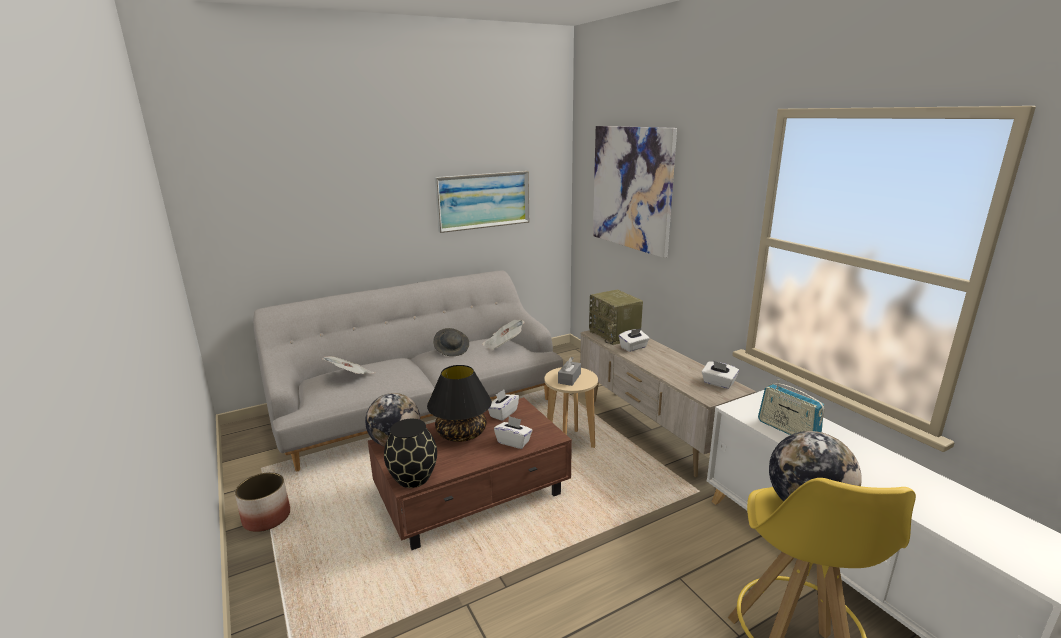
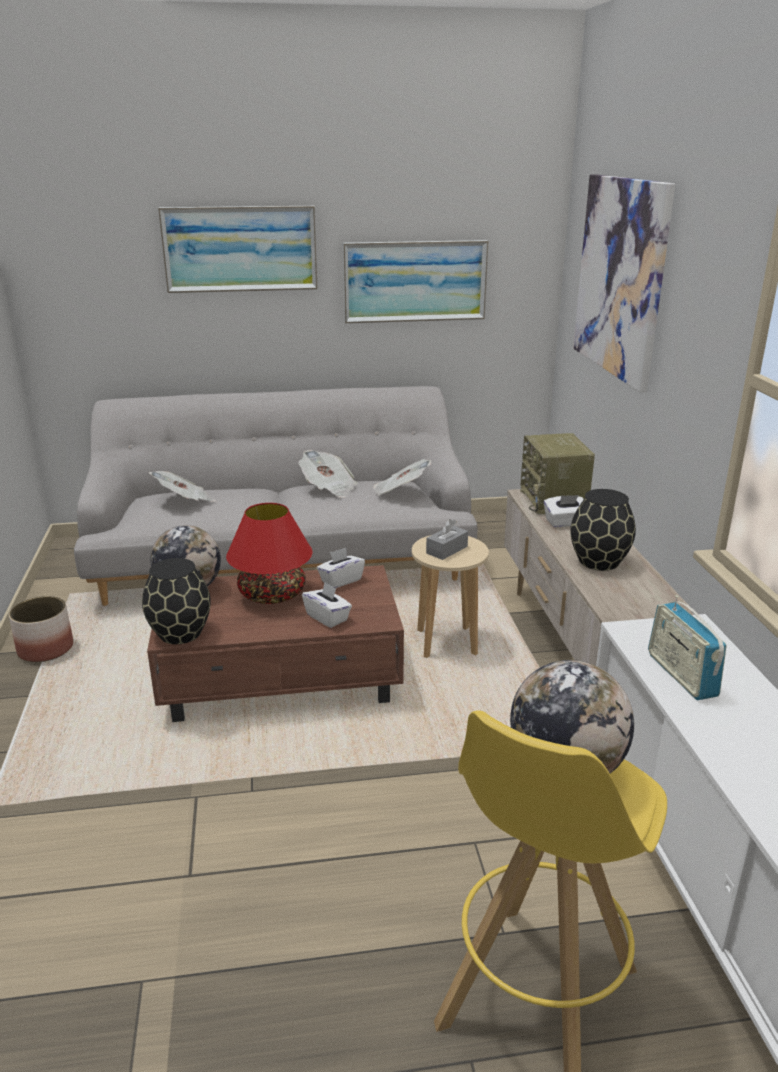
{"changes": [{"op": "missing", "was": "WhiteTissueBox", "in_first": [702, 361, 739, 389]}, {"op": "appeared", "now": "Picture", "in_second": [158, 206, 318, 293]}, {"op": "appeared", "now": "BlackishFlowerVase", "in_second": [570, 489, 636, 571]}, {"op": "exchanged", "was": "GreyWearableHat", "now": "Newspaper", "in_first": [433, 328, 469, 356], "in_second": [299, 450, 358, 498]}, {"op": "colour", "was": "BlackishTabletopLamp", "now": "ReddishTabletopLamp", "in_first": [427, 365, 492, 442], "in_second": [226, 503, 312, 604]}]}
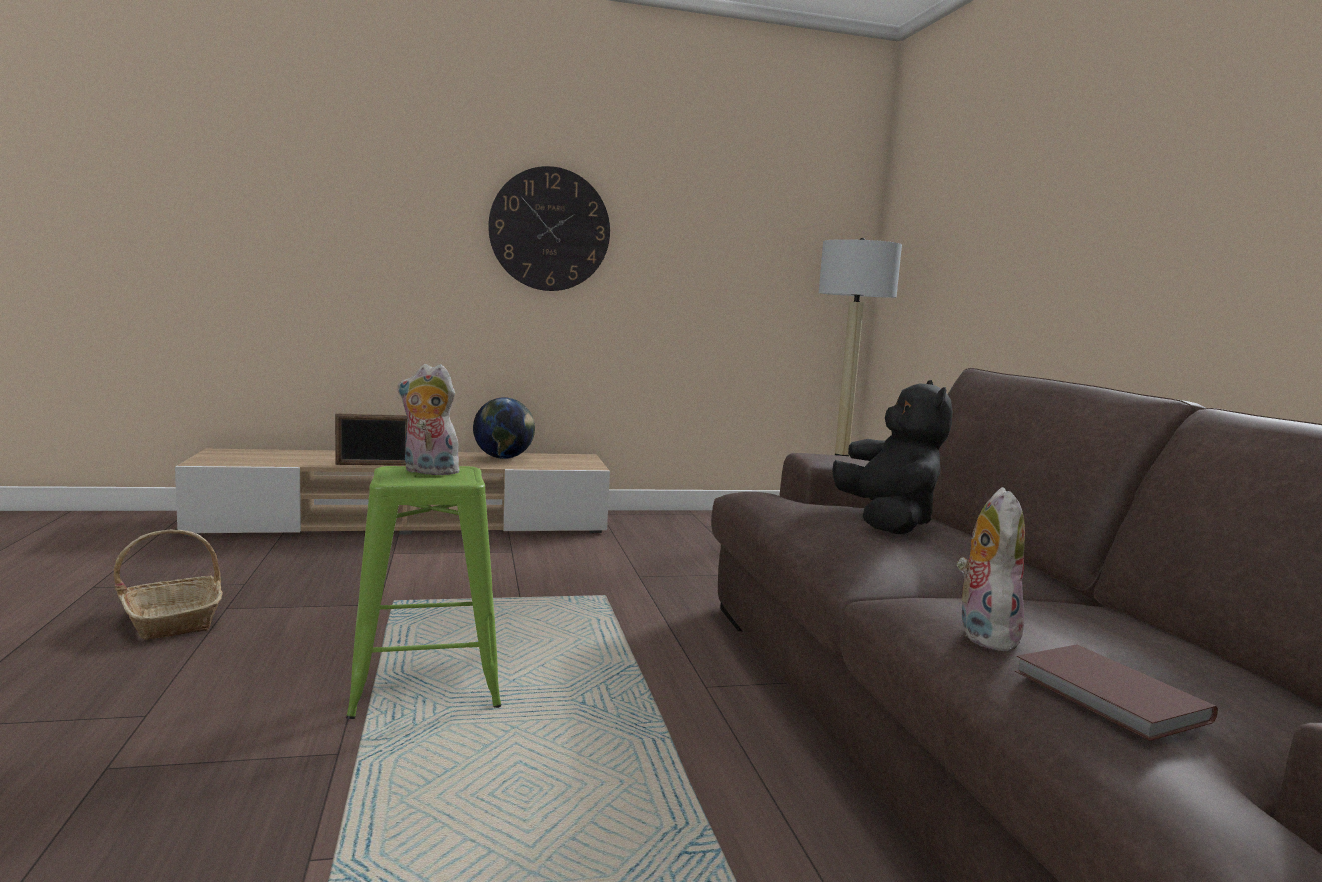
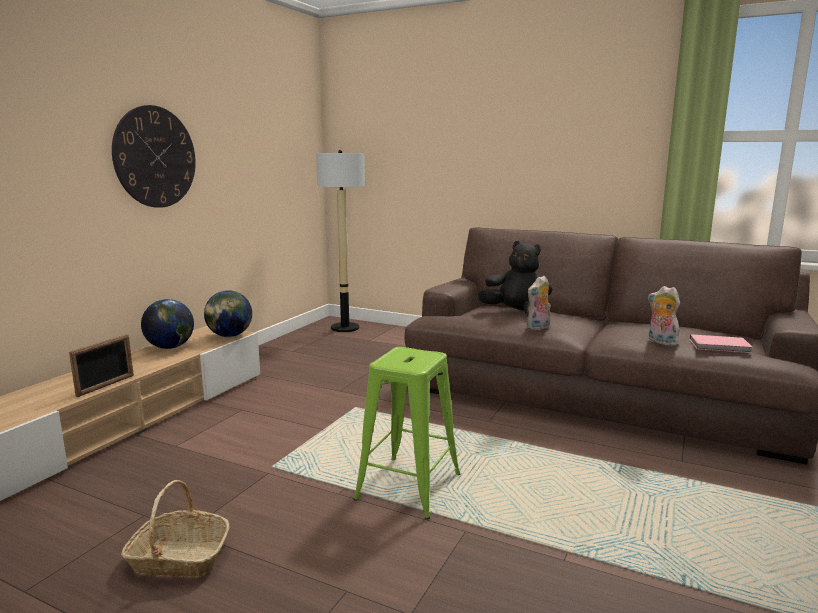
{"changes": [{"op": "appeared", "now": "Globe", "in_second": [204, 290, 252, 337]}, {"op": "relocated", "was": "SoftToy", "in_first": [398, 364, 464, 475], "in_second": [526, 276, 551, 330]}, {"op": "colour", "was": "BrownColouredVolume", "now": "PinkishVolume", "in_first": [1015, 644, 1218, 741], "in_second": [690, 334, 752, 353]}]}
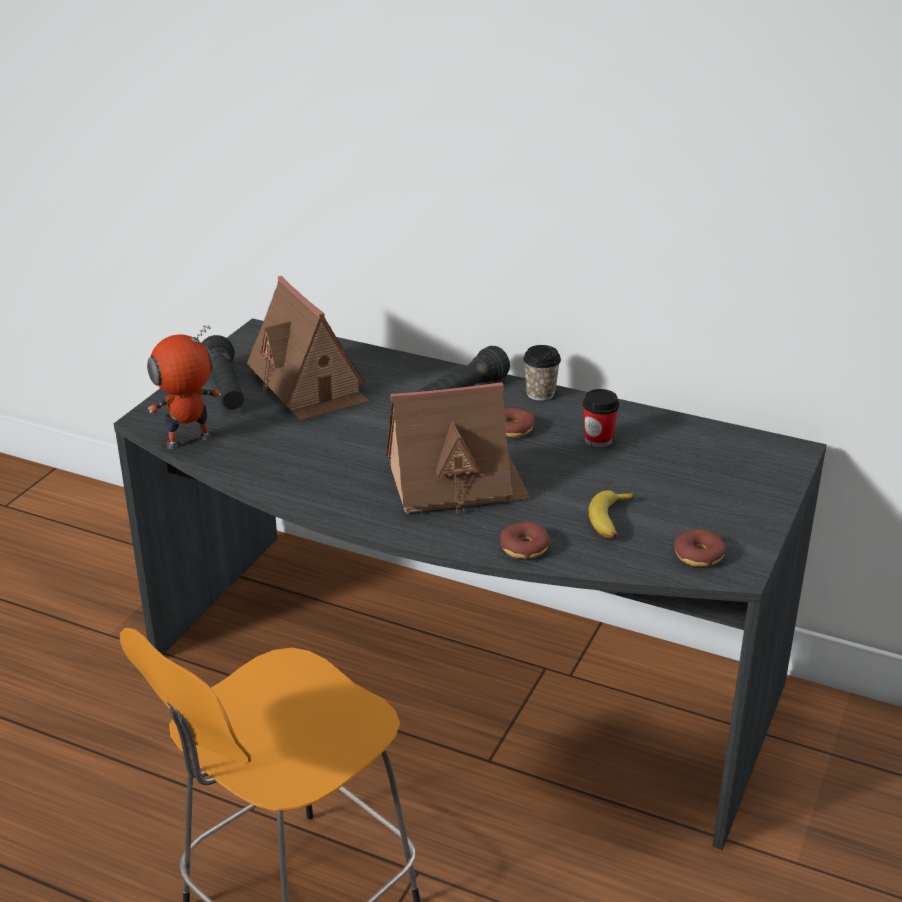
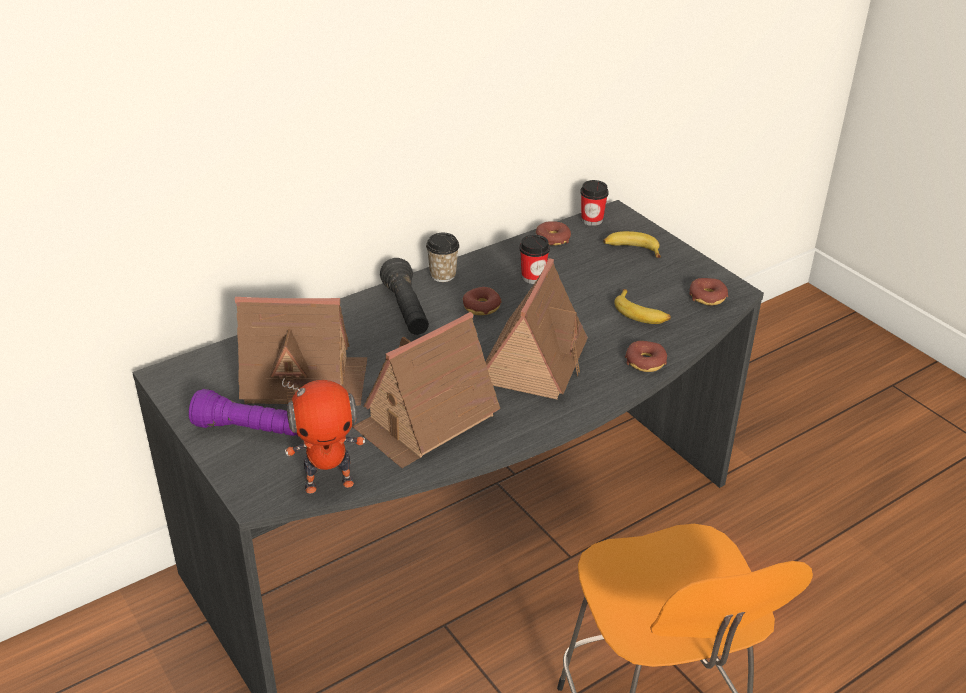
{"changes": [{"op": "appeared", "now": "ModelHouse", "in_second": [352, 312, 500, 468]}, {"op": "appeared", "now": "RingDoughnut", "in_second": [536, 221, 571, 245]}, {"op": "appeared", "now": "SmallCup", "in_second": [580, 180, 609, 226]}, {"op": "appeared", "now": "BananaFruit", "in_second": [603, 231, 661, 258]}, {"op": "colour", "was": "BlackishHandTorch", "now": "PurplishHandTorch", "in_first": [202, 335, 244, 409], "in_second": [189, 389, 299, 437]}, {"op": "spun", "was": "ModelRobot", "in_first": [147, 325, 221, 449], "in_second": [282, 378, 365, 494], "clockwise": -105}]}
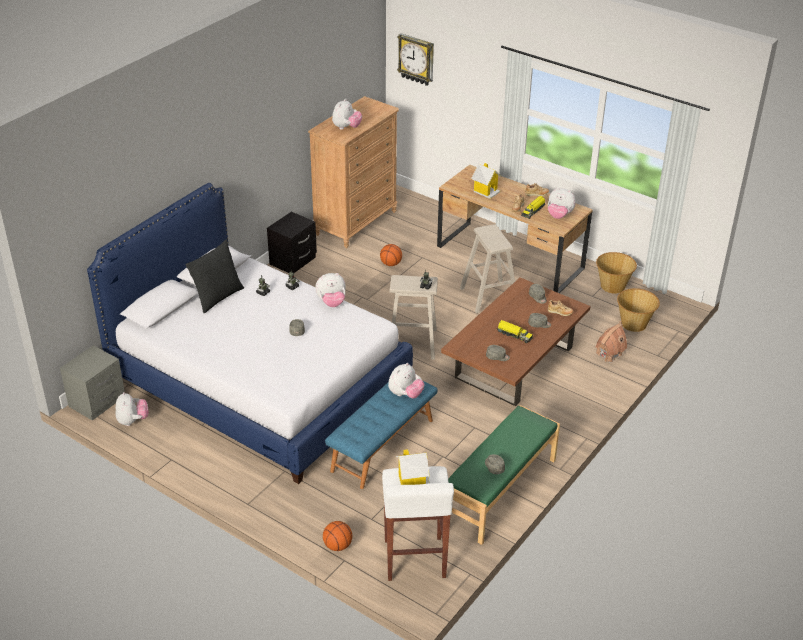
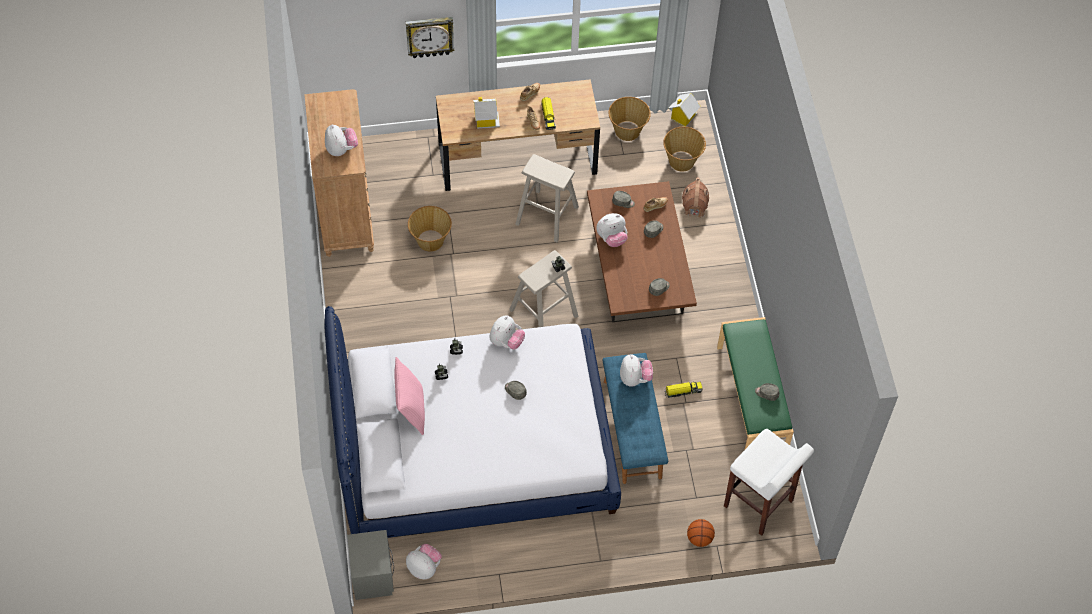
{"changes": [{"op": "missing", "was": "BlackishNightTable", "in_first": [267, 212, 317, 273]}, {"op": "relocated", "was": "ModelHouse", "in_first": [396, 449, 430, 485], "in_second": [669, 93, 701, 127]}, {"op": "relocated", "was": "ClockOnTheWall", "in_first": [397, 33, 434, 86], "in_second": [406, 17, 455, 58]}, {"op": "relocated", "was": "ModelTruck", "in_first": [498, 320, 533, 343], "in_second": [664, 382, 702, 398]}, {"op": "relocated", "was": "SoftToy", "in_first": [548, 188, 576, 219], "in_second": [596, 213, 628, 247]}, {"op": "exchanged", "was": "BasketballBall", "now": "Basket", "in_first": [380, 244, 402, 266], "in_second": [408, 206, 452, 252]}, {"op": "colour", "was": "BlackishCushion", "now": "PinkishCushion", "in_first": [186, 239, 244, 313], "in_second": [394, 357, 425, 435]}]}
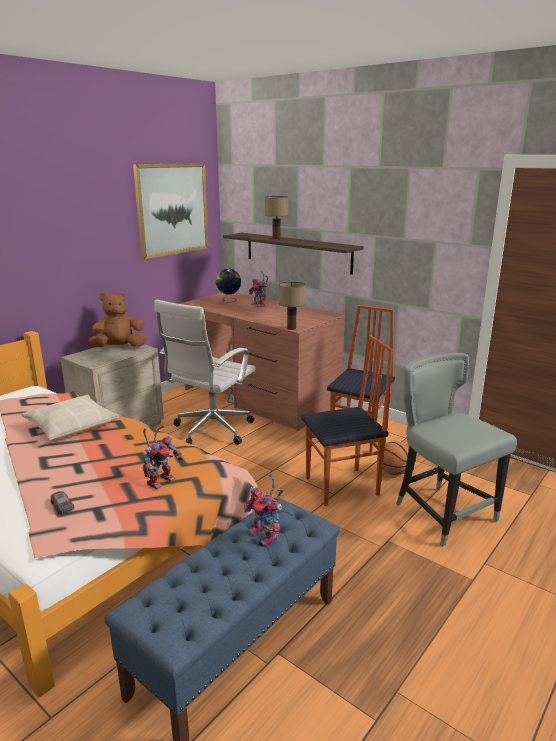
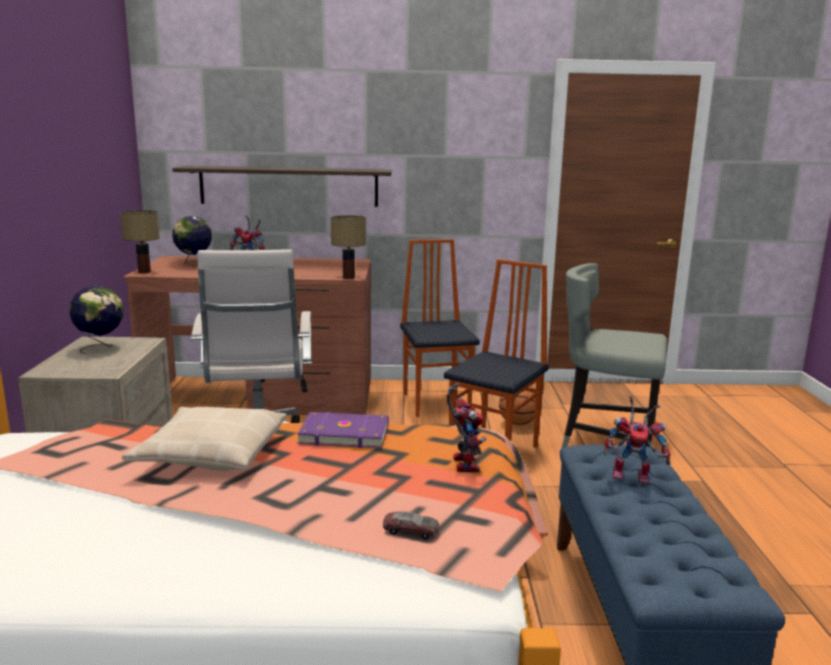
{"changes": [{"op": "missing", "was": "Picture", "in_first": [133, 163, 209, 259]}, {"op": "appeared", "now": "PurplishVolume", "in_second": [297, 412, 389, 448]}, {"op": "relocated", "was": "TabletopLamp", "in_first": [265, 196, 288, 239], "in_second": [120, 210, 160, 273]}, {"op": "exchanged", "was": "BrownColouredSoftToy", "now": "Globe", "in_first": [88, 293, 147, 347], "in_second": [69, 286, 124, 354]}]}
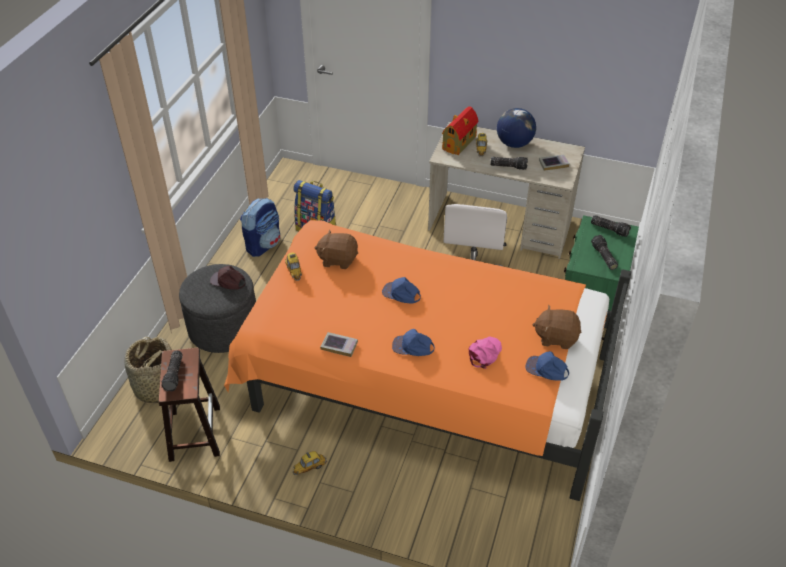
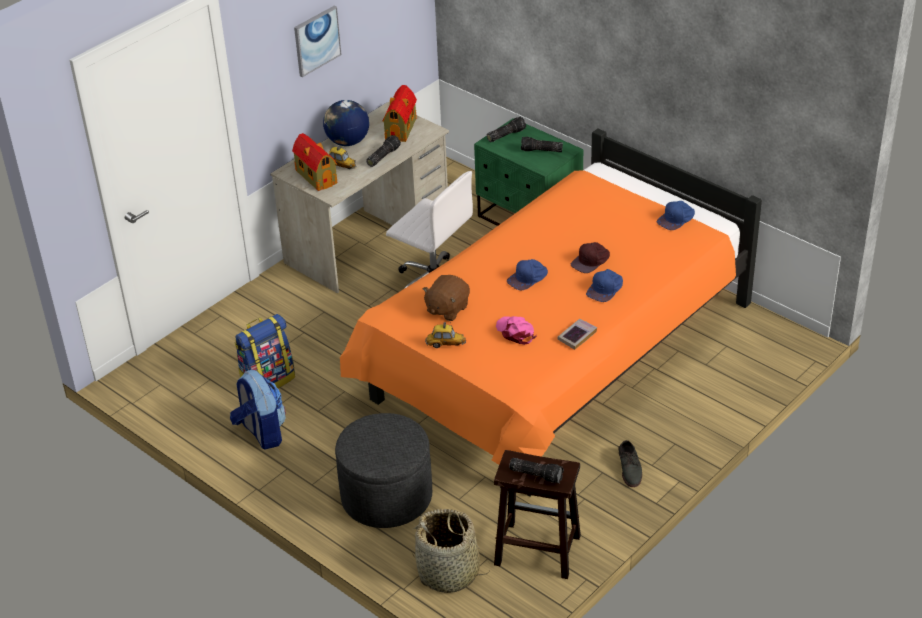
{"changes": [{"op": "missing", "was": "BrownColouredSoftToy", "in_first": [532, 305, 581, 349]}, {"op": "appeared", "now": "Picture", "in_second": [294, 6, 342, 77]}, {"op": "relocated", "was": "BrownColouredCap", "in_first": [210, 266, 245, 289], "in_second": [571, 242, 610, 273]}, {"op": "relocated", "was": "PinkishCap", "in_first": [469, 336, 502, 369], "in_second": [496, 316, 537, 345]}, {"op": "exchanged", "was": "ToyCar", "now": "GreyShoe", "in_first": [293, 451, 327, 475], "in_second": [619, 440, 642, 487]}, {"op": "exchanged", "was": "Volume", "now": "ModelHouse", "in_first": [539, 155, 570, 171], "in_second": [383, 85, 417, 142]}]}
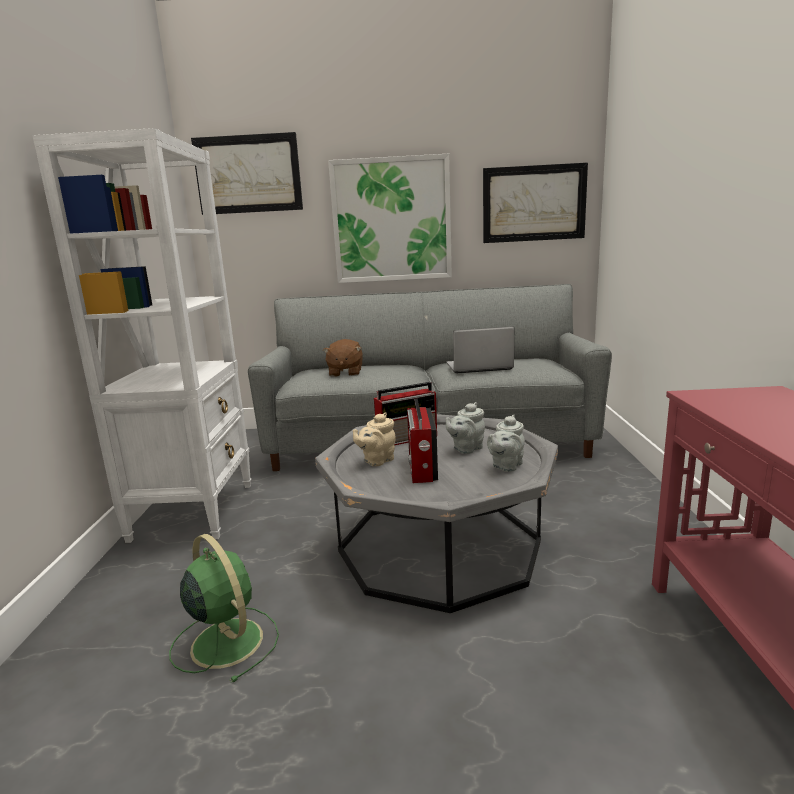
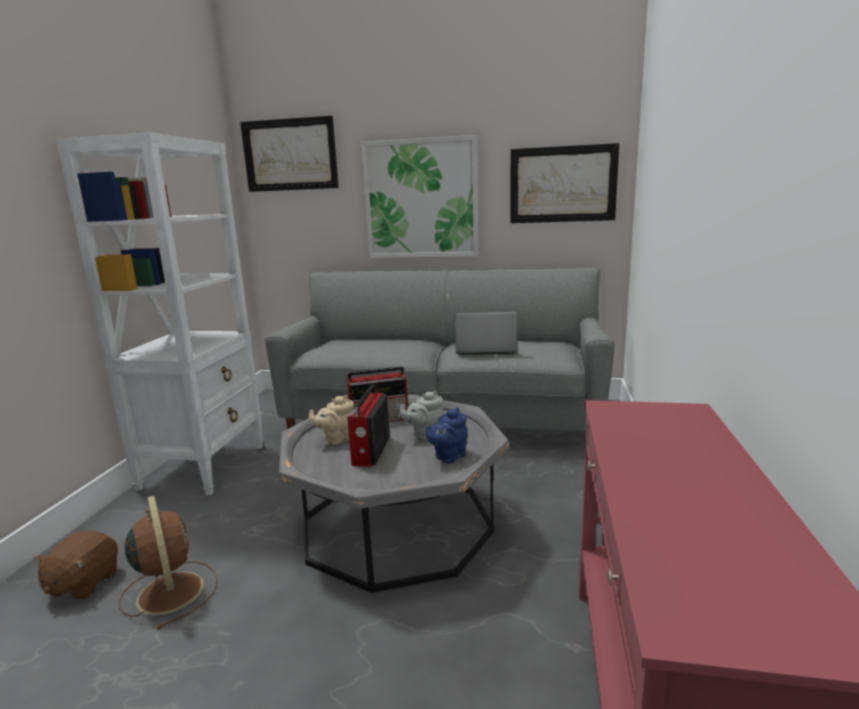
{"changes": [{"op": "relocated", "was": "BrownColouredSoftToy", "in_first": [323, 339, 363, 377], "in_second": [34, 531, 118, 600]}, {"op": "colour", "was": "GreenCoolingFan", "now": "BrownColouredCoolingFan", "in_first": [169, 534, 279, 683], "in_second": [119, 496, 217, 629]}, {"op": "colour", "was": "GreyTeapot", "now": "BlueColouredTeapot", "in_first": [487, 414, 525, 472], "in_second": [426, 407, 468, 463]}]}
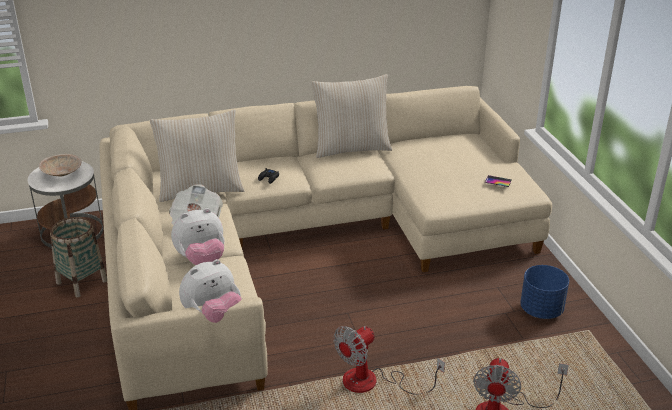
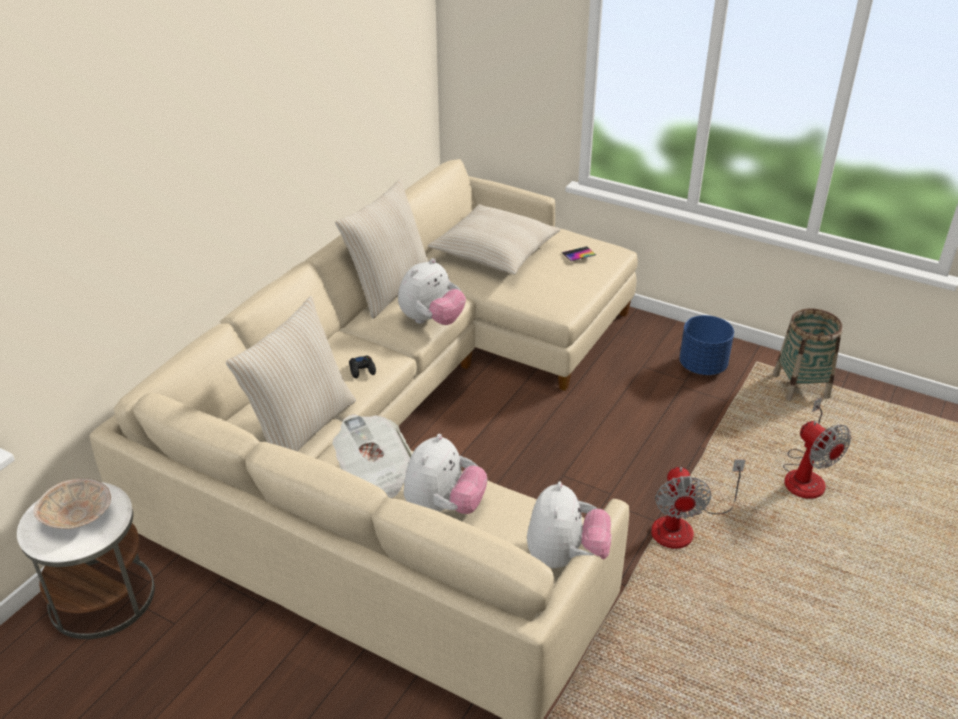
{"changes": [{"op": "appeared", "now": "SoftToy", "in_second": [398, 258, 466, 325]}, {"op": "appeared", "now": "SandColouredCushion", "in_second": [428, 204, 560, 275]}, {"op": "relocated", "was": "Basket", "in_first": [50, 217, 107, 298], "in_second": [773, 308, 843, 401]}]}
